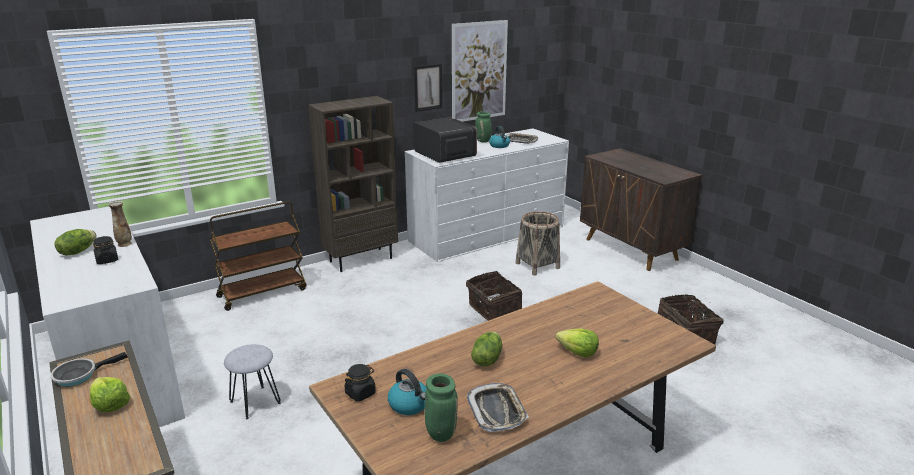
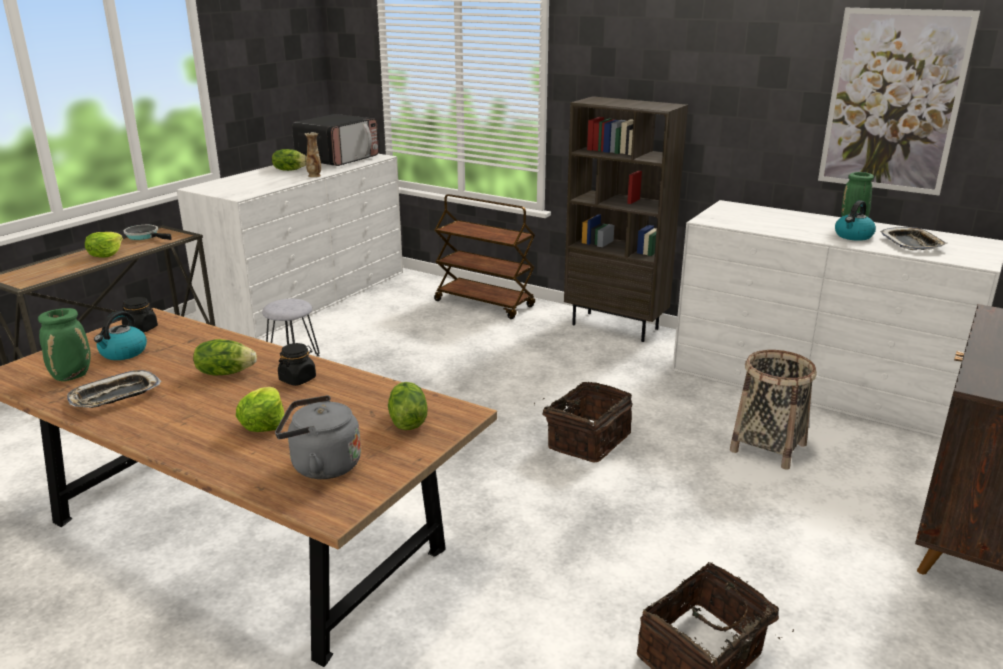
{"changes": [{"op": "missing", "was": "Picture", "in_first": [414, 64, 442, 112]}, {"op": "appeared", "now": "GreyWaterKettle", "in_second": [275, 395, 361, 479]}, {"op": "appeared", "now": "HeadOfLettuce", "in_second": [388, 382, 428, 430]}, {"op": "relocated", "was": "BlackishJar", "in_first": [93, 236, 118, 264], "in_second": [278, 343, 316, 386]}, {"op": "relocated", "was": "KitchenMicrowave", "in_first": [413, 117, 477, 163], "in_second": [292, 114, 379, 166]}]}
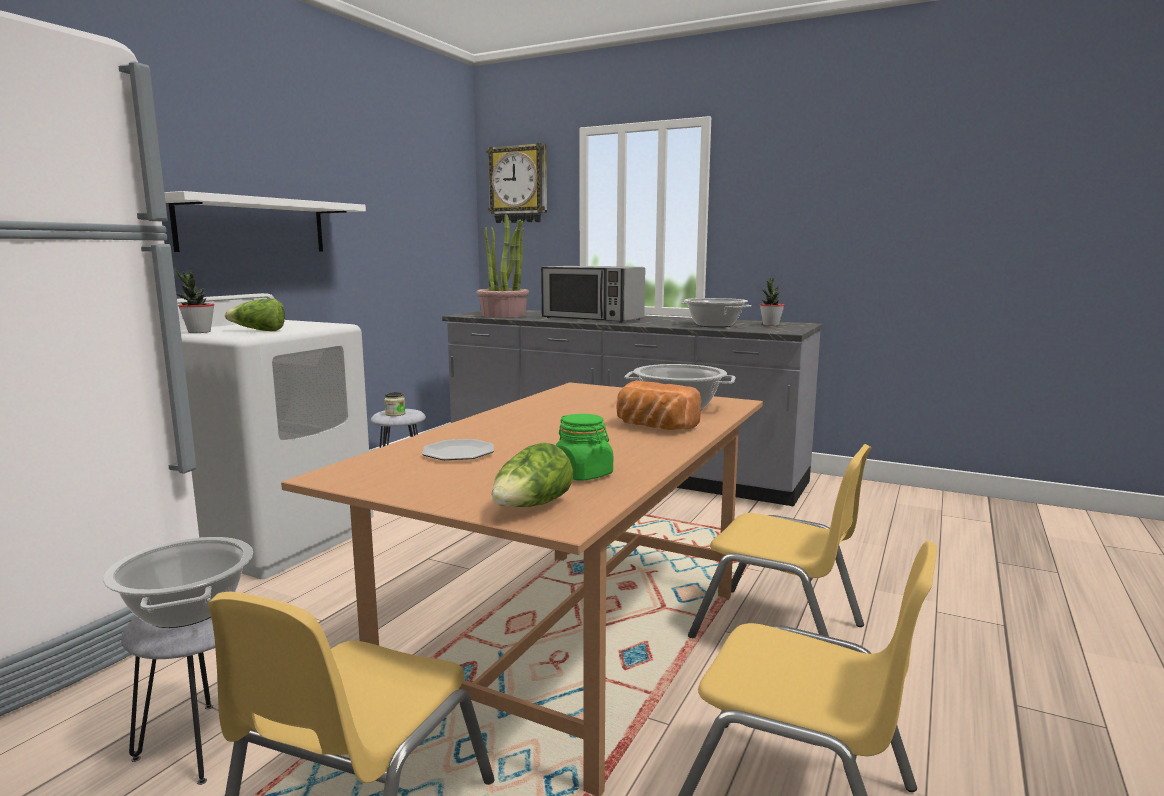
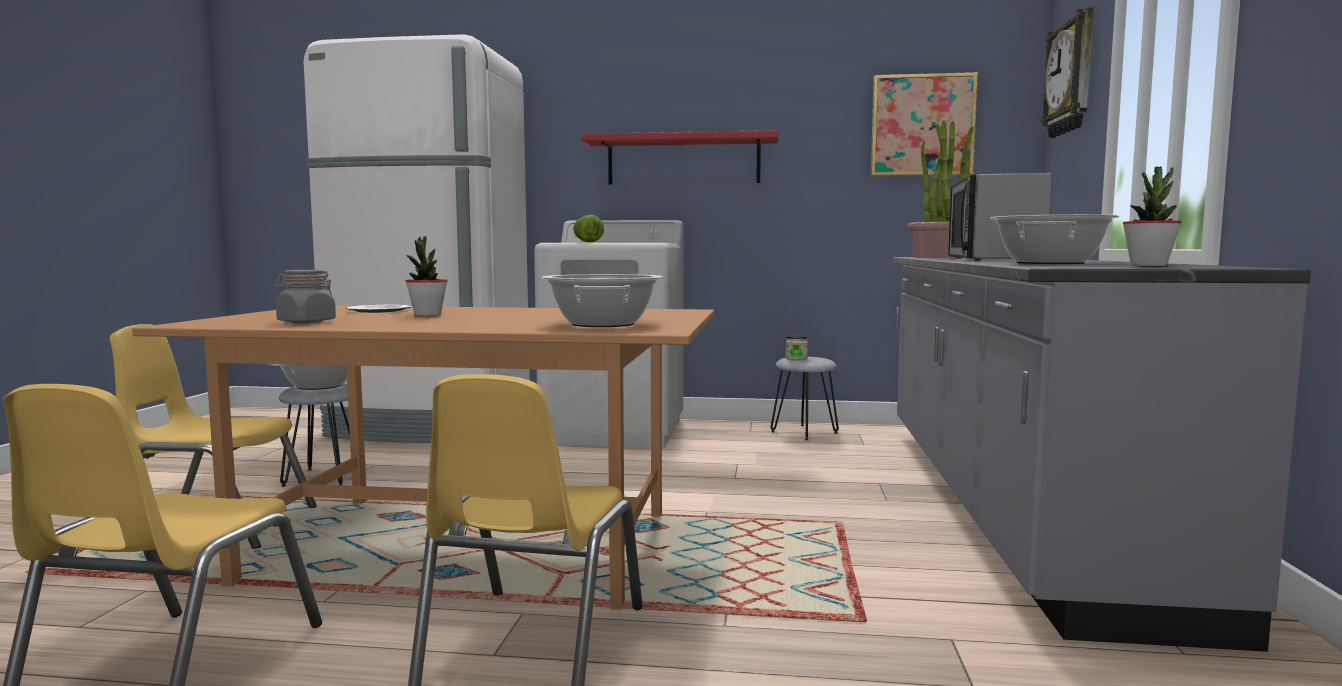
{"changes": [{"op": "missing", "was": "HeadOfLettuce", "in_first": [492, 442, 573, 507]}, {"op": "missing", "was": "BakeryBread", "in_first": [616, 380, 702, 430]}, {"op": "appeared", "now": "Picture", "in_second": [871, 72, 978, 177]}, {"op": "relocated", "was": "PlantInAPot", "in_first": [176, 270, 214, 333], "in_second": [405, 236, 448, 316]}, {"op": "colour", "was": "WhiteBracketShelf", "now": "ReddishBracketShelf", "in_first": [164, 191, 366, 252], "in_second": [582, 130, 778, 185]}, {"op": "colour", "was": "GreenJar", "now": "GreyJar", "in_first": [555, 414, 613, 481], "in_second": [274, 270, 336, 323]}]}
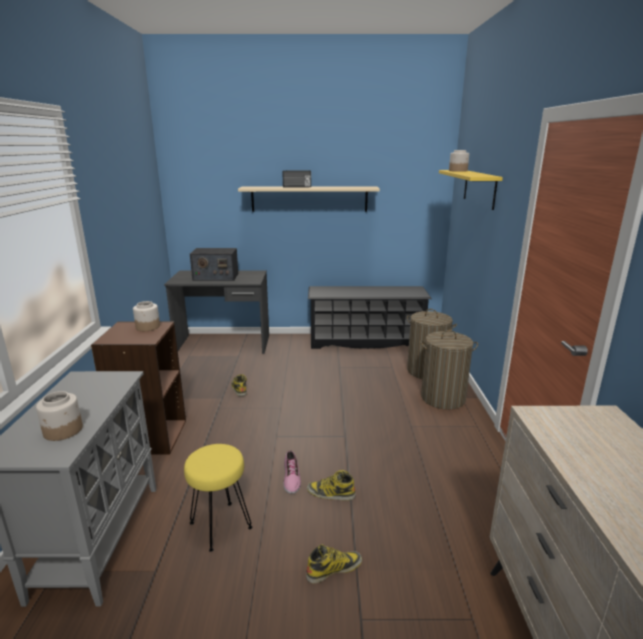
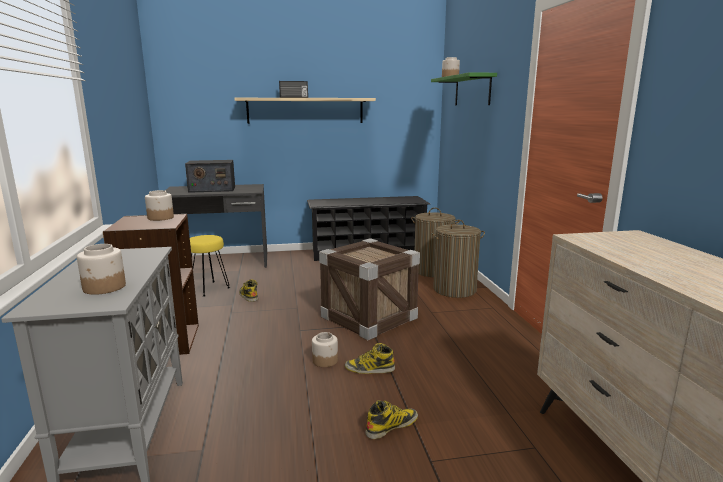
{"changes": [{"op": "appeared", "now": "PackingCrate", "in_second": [319, 238, 420, 340]}, {"op": "relocated", "was": "YellowStool", "in_first": [184, 444, 253, 552], "in_second": [190, 235, 230, 297]}, {"op": "exchanged", "was": "Shoe", "now": "Jar", "in_first": [283, 450, 301, 494], "in_second": [312, 332, 338, 367]}, {"op": "colour", "was": "YellowBracketShelf", "now": "GreenBracketShelf", "in_first": [439, 170, 503, 210], "in_second": [431, 72, 497, 106]}]}
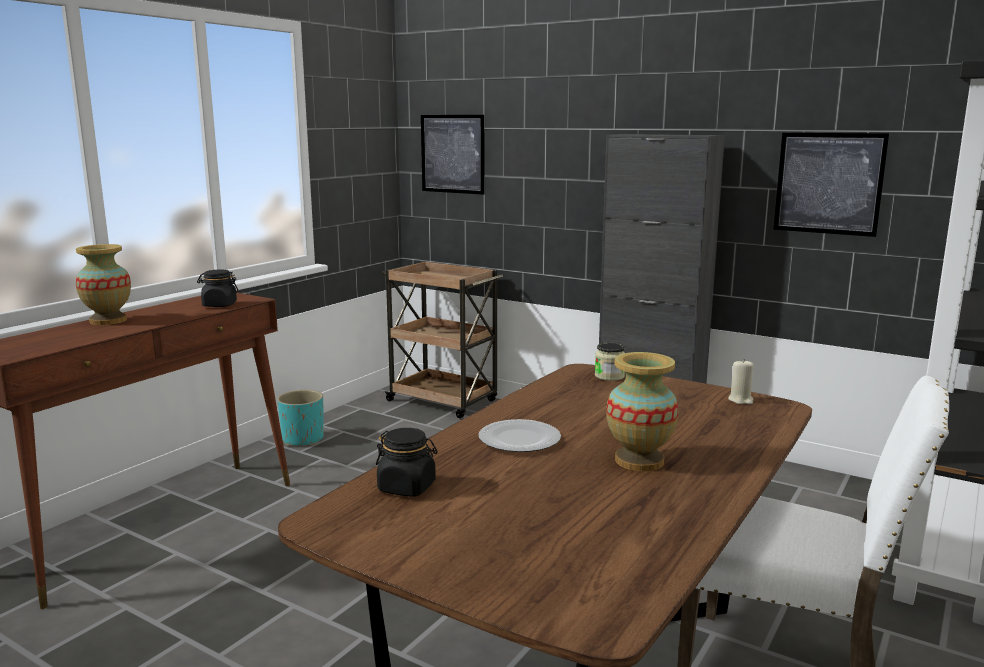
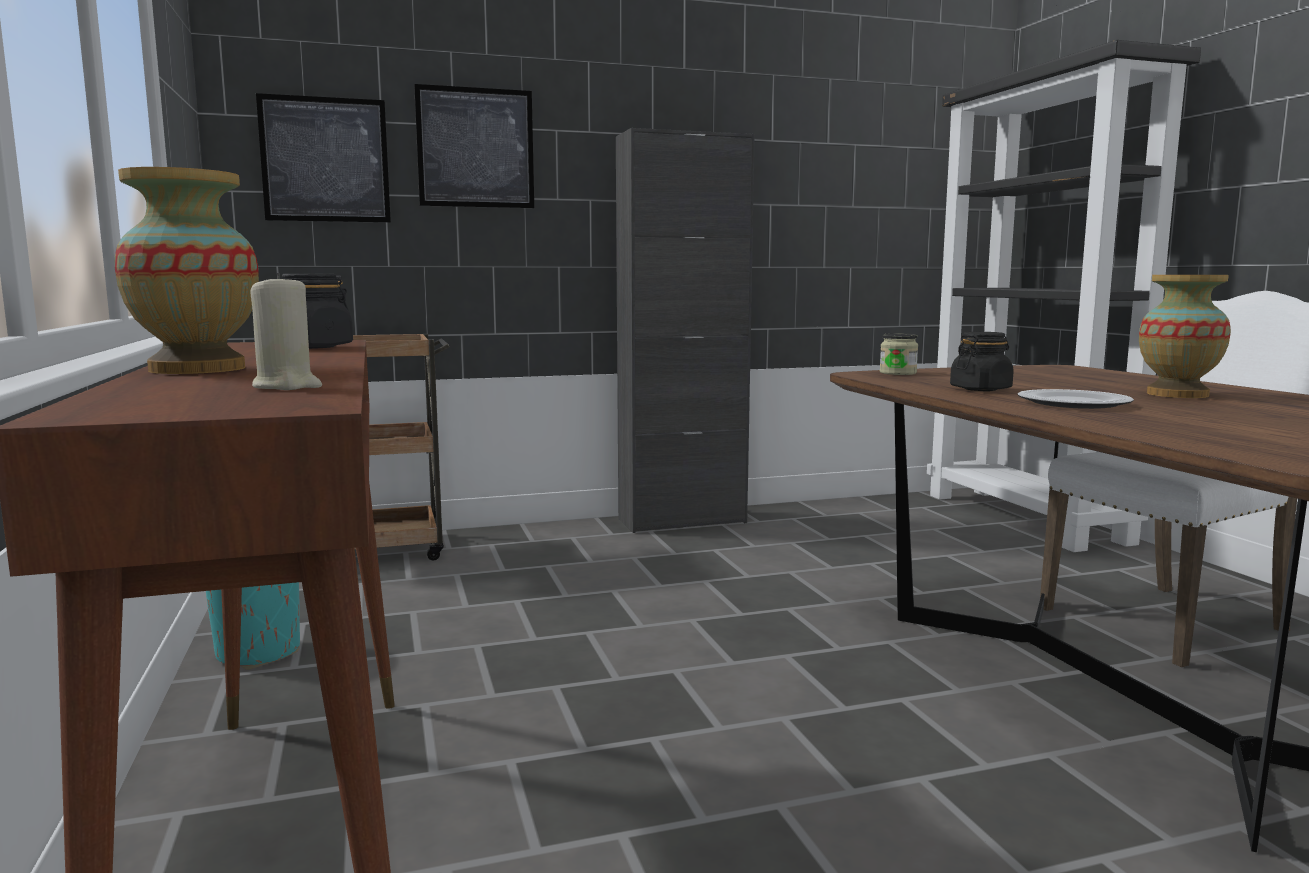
{"changes": [{"op": "relocated", "was": "BlackishJar", "in_first": [376, 428, 438, 497], "in_second": [950, 332, 1014, 391]}, {"op": "relocated", "was": "SandColouredWaxLight", "in_first": [728, 359, 754, 404], "in_second": [250, 273, 322, 390]}, {"op": "relocated", "was": "Picture", "in_first": [773, 133, 889, 237], "in_second": [414, 84, 534, 208]}]}
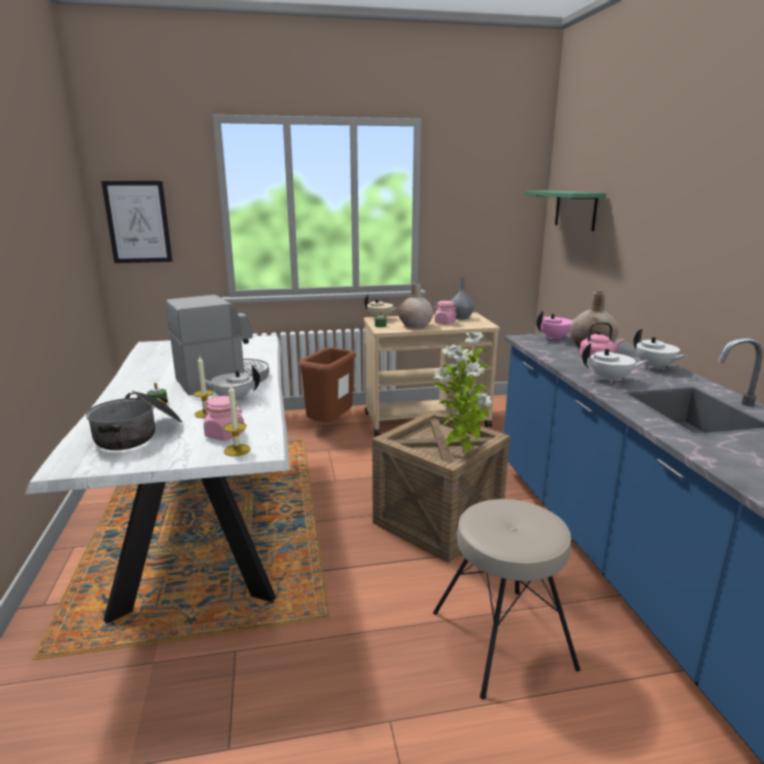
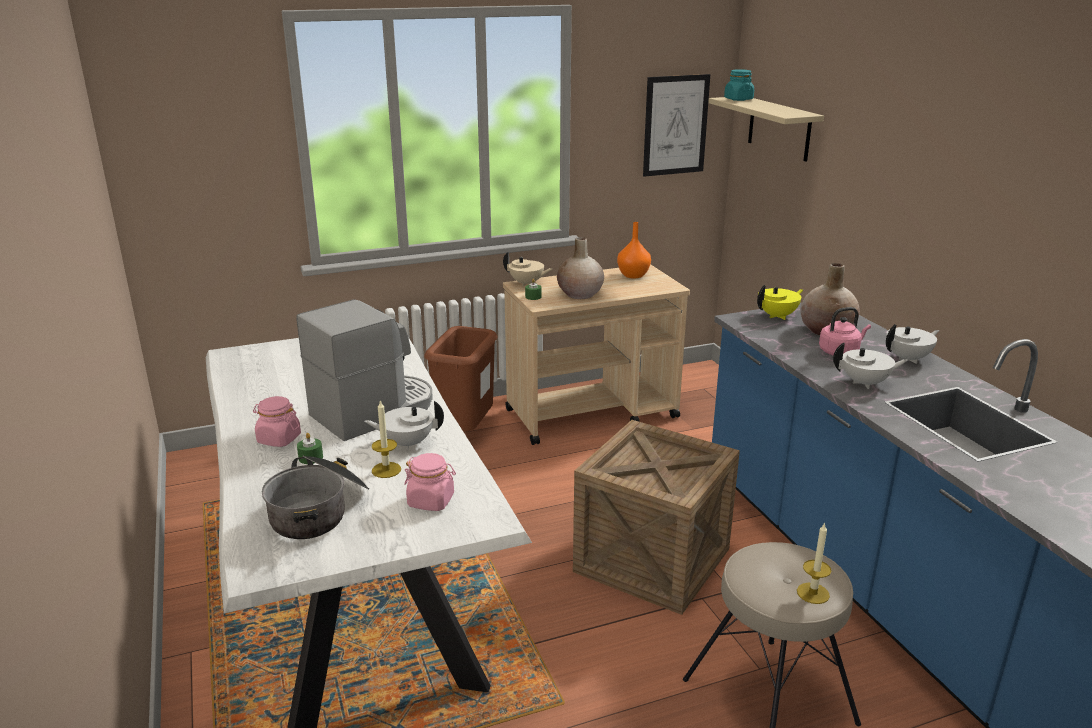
{"changes": [{"op": "missing", "was": "PlantInAPot", "in_first": [434, 332, 492, 455]}, {"op": "appeared", "now": "TurquoiseJar", "in_second": [724, 69, 754, 101]}, {"op": "relocated", "was": "Picture", "in_first": [101, 181, 172, 263], "in_second": [643, 74, 710, 177]}, {"op": "relocated", "was": "WaxLight", "in_first": [223, 385, 251, 456], "in_second": [797, 522, 831, 604]}, {"op": "relocated", "was": "PinkishJar", "in_first": [434, 301, 457, 324], "in_second": [253, 396, 301, 447]}, {"op": "colour", "was": "GreyFlowerVase", "now": "OrangeyFlowerVase", "in_first": [451, 277, 474, 319], "in_second": [617, 222, 651, 278]}, {"op": "colour", "was": "GreenBracketShelf", "now": "SandColouredBracketShelf", "in_first": [525, 191, 606, 231], "in_second": [708, 97, 824, 162]}, {"op": "colour", "was": "PinkishTeapot", "now": "YellowTeapot", "in_first": [537, 311, 573, 340], "in_second": [757, 285, 803, 320]}, {"op": "spun", "was": "WhiteTeapot", "in_first": [634, 329, 687, 370], "in_second": [886, 324, 939, 364], "clockwise": -75}]}
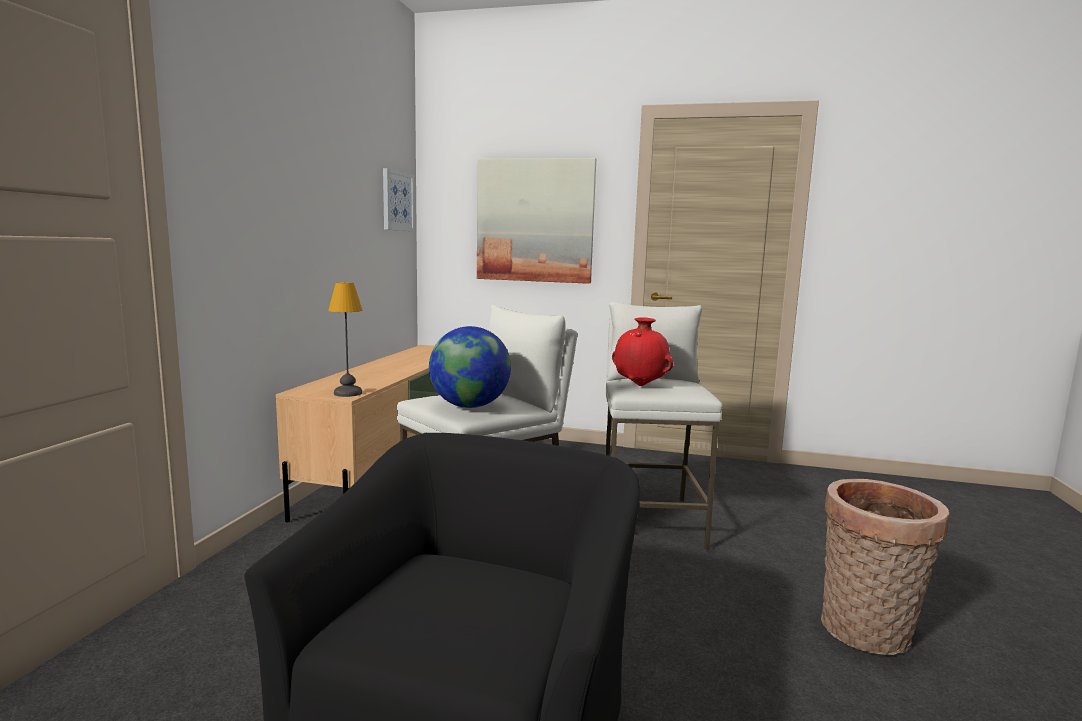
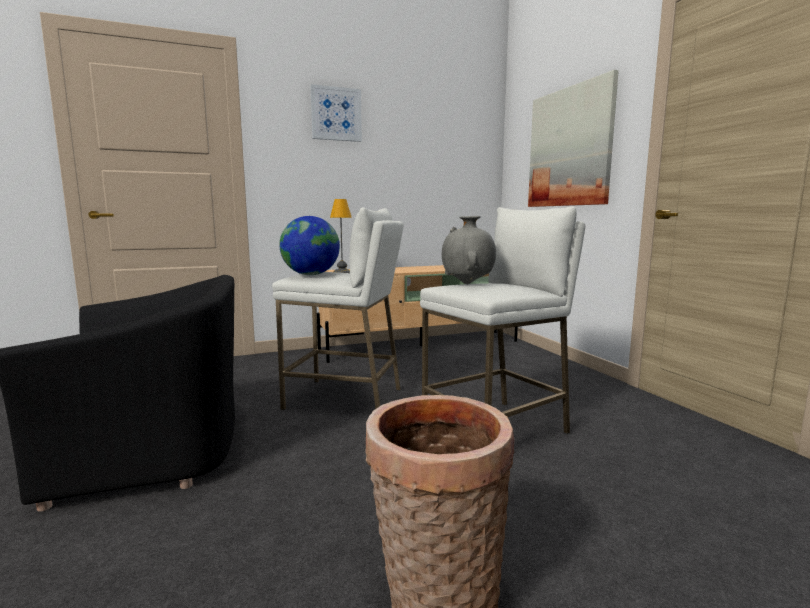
{"changes": [{"op": "relocated", "was": "Picture", "in_first": [383, 168, 414, 231], "in_second": [310, 84, 362, 142]}, {"op": "colour", "was": "ReddishFlowerVase", "now": "GreyFlowerVase", "in_first": [612, 317, 673, 386], "in_second": [442, 216, 496, 284]}]}
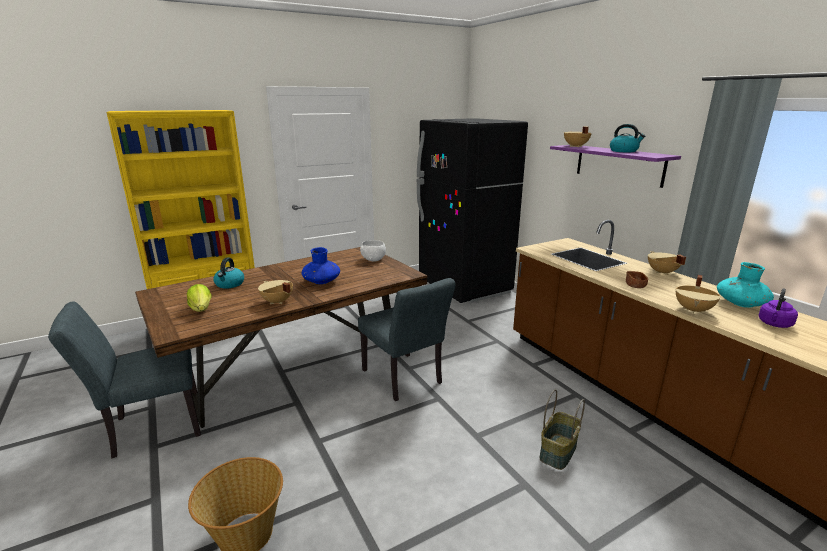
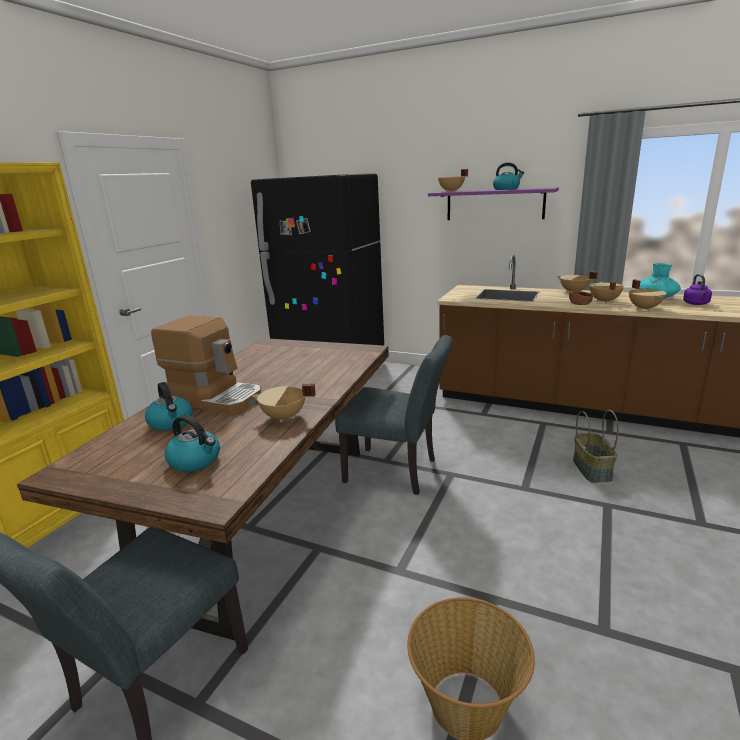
{"changes": [{"op": "missing", "was": "BlueColouredFlowerVase", "in_first": [301, 247, 340, 284]}, {"op": "missing", "was": "WhiteBowl", "in_first": [360, 240, 386, 262]}, {"op": "appeared", "now": "CoffeeMaker", "in_second": [151, 315, 261, 414]}, {"op": "appeared", "now": "SandColouredCookingPot", "in_second": [589, 281, 624, 303]}, {"op": "exchanged", "was": "HeadOfLettuce", "now": "WaterKettle", "in_first": [187, 284, 211, 312], "in_second": [165, 415, 220, 472]}]}
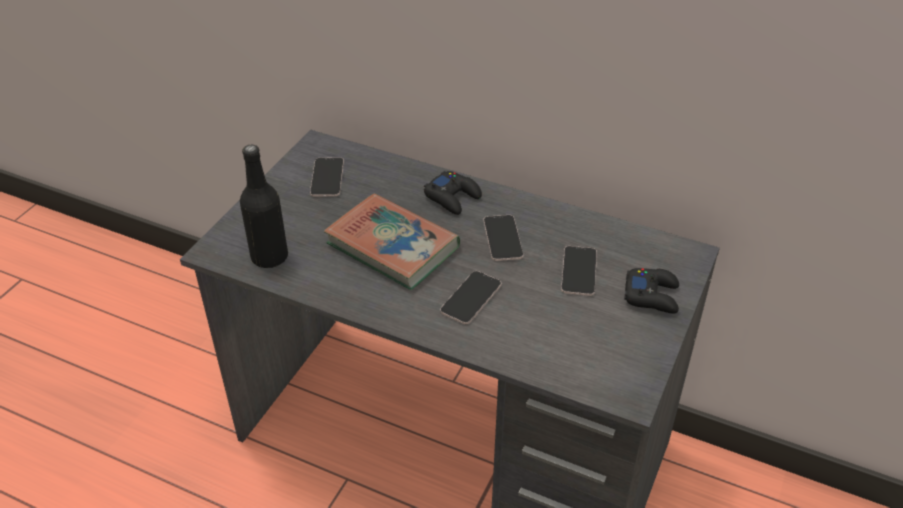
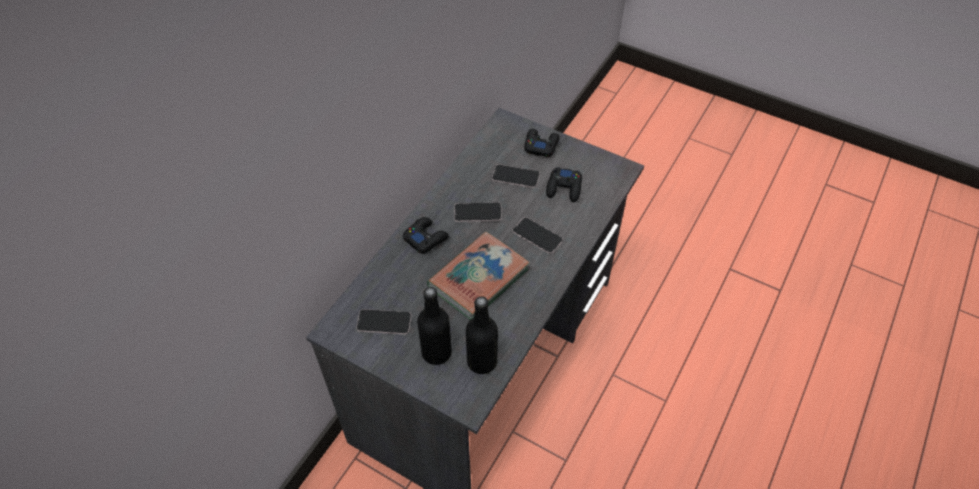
{"changes": [{"op": "appeared", "now": "BlackishBottle", "in_second": [417, 287, 452, 365]}, {"op": "appeared", "now": "BlackishGameController", "in_second": [546, 167, 582, 202]}]}
